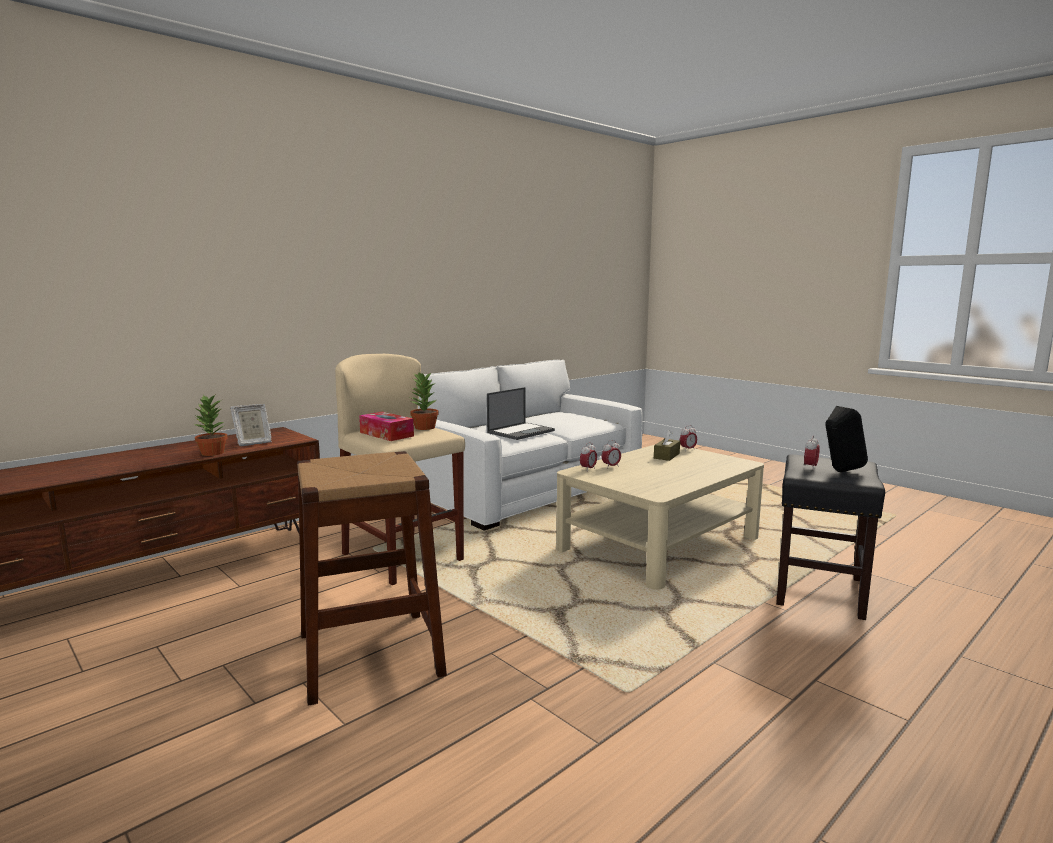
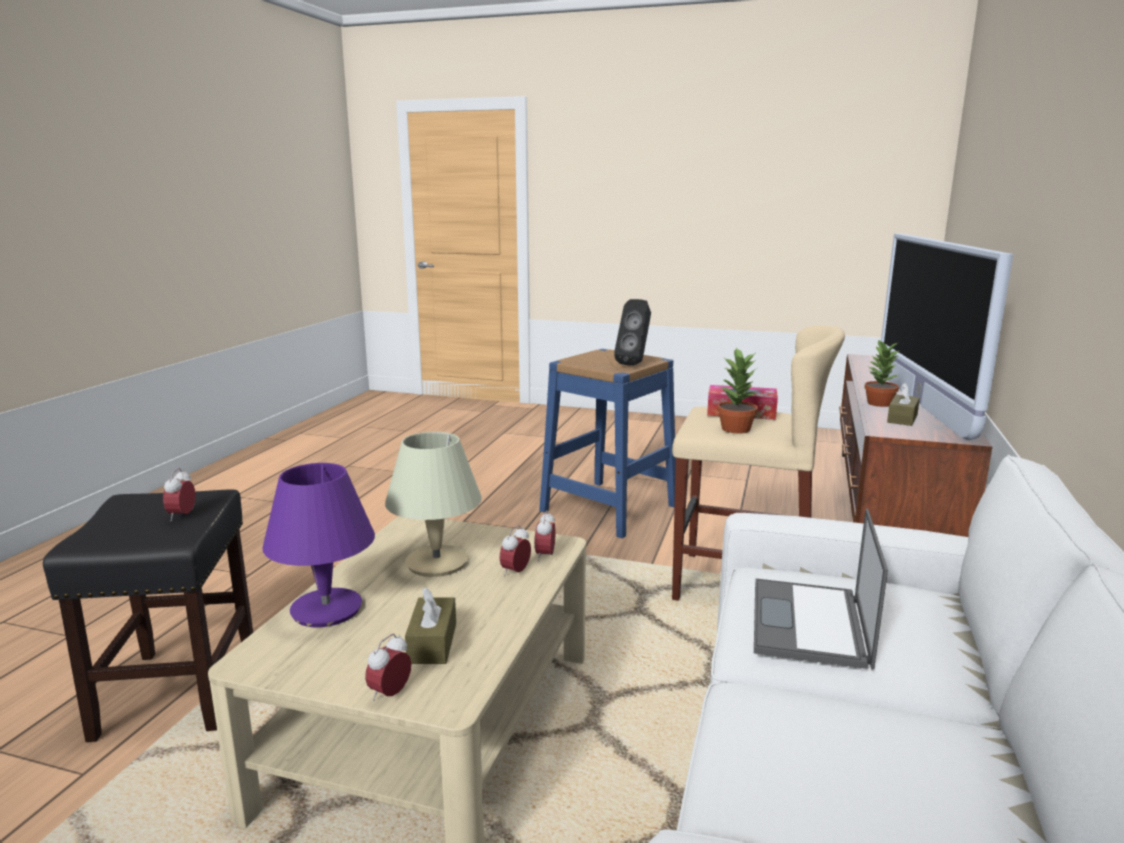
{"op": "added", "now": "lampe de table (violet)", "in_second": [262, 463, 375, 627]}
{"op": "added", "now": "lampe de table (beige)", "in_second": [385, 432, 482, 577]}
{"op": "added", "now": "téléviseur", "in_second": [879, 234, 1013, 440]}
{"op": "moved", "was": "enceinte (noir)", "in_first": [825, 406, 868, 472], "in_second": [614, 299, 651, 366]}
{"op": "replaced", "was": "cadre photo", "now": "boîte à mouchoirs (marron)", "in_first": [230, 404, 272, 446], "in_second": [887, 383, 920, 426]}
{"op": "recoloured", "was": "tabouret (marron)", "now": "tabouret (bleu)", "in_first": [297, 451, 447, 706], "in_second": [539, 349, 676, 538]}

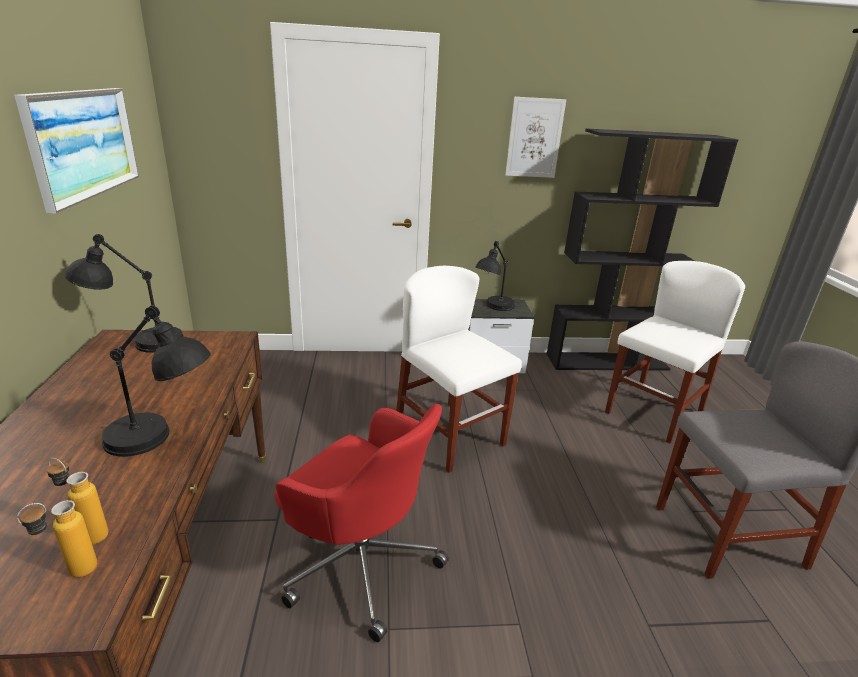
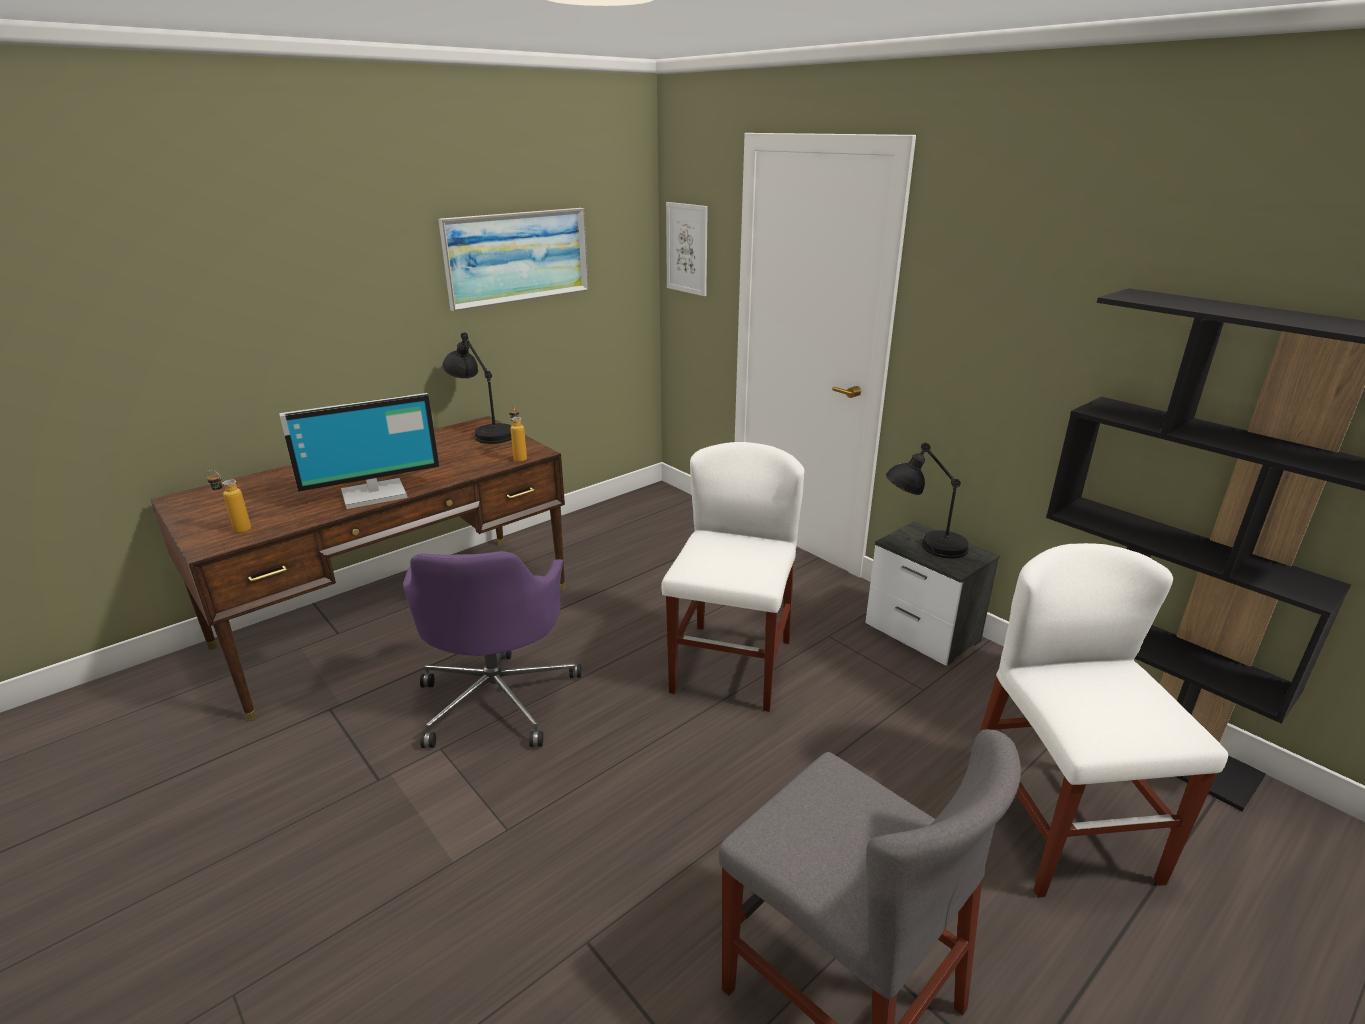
{"op": "moved", "was": "bouteille", "in_first": [47, 458, 109, 545], "in_second": [509, 405, 527, 462]}
{"op": "moved", "was": "tableau", "in_first": [505, 97, 566, 178], "in_second": [666, 202, 708, 296]}
{"op": "replaced", "was": "lampe de table (noir)", "now": "écran d'ordinateur", "in_first": [102, 306, 211, 457], "in_second": [279, 393, 440, 509]}
{"op": "recoloured", "was": "chaise de bureau (rouge)", "now": "chaise de bureau (violet)", "in_first": [275, 404, 449, 642], "in_second": [403, 551, 581, 748]}
{"op": "turned", "was": "chaise (blanc)", "in_first": [605, 261, 745, 444], "in_second": [980, 543, 1228, 898], "clockwise": -105}

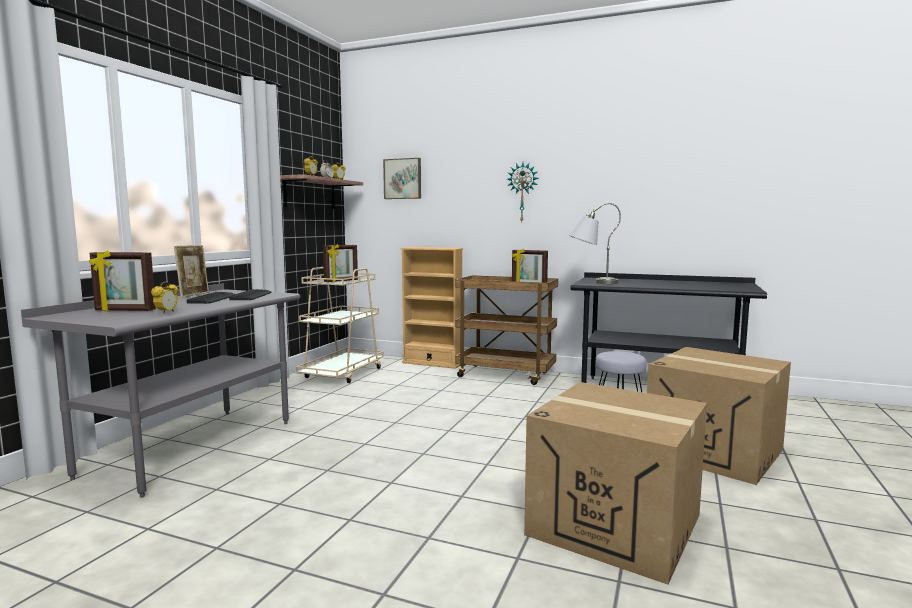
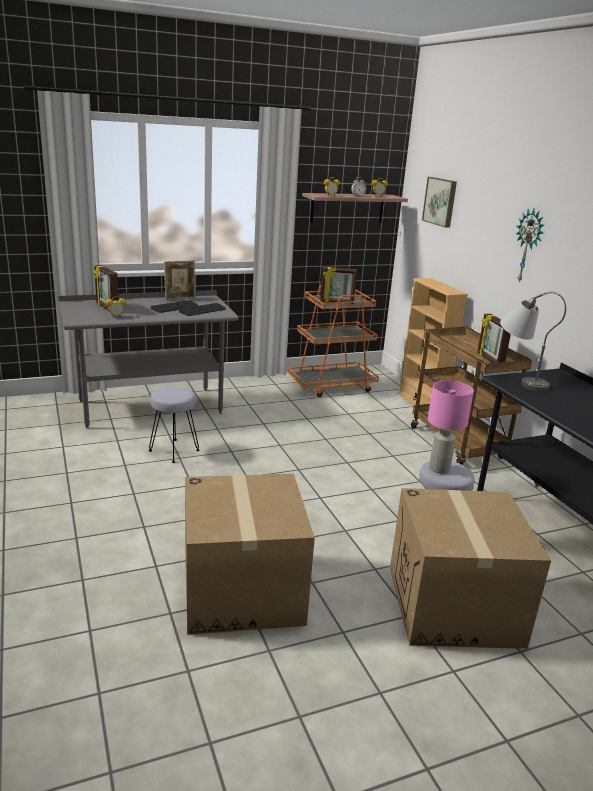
{"op": "added", "now": "tabouret (gris)", "in_second": [149, 386, 199, 463]}
{"op": "added", "now": "lampe de table (rose)", "in_second": [428, 380, 474, 474]}
{"op": "recoloured", "was": "chariot (beige)", "now": "chariot (orange)", "in_first": [296, 267, 383, 383], "in_second": [288, 285, 379, 397]}

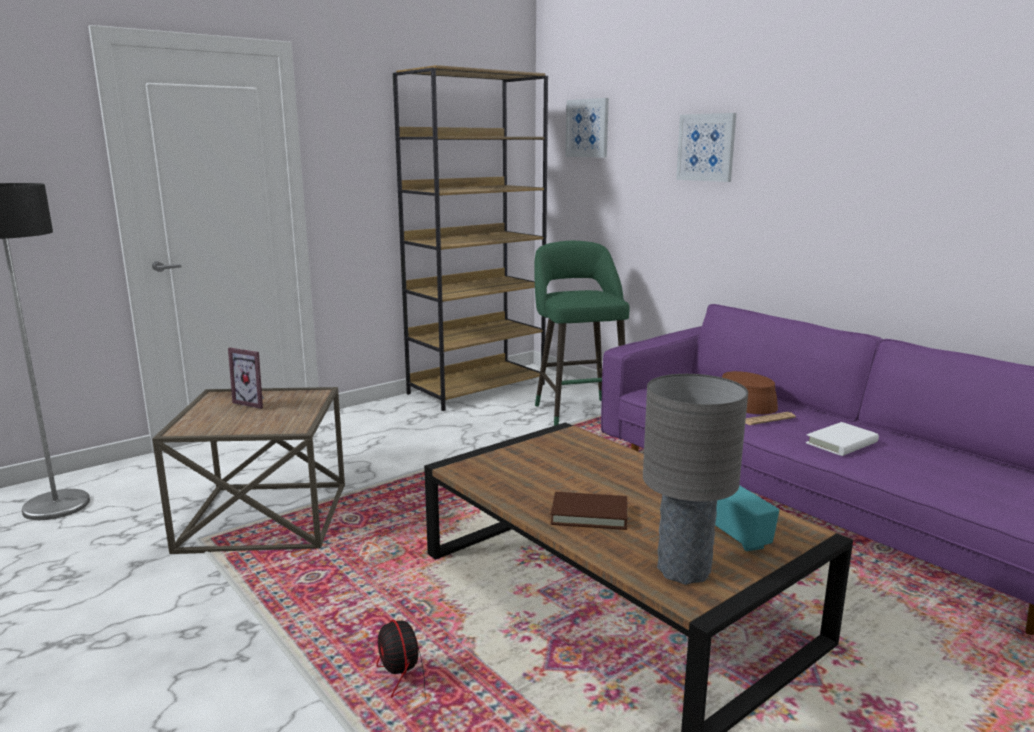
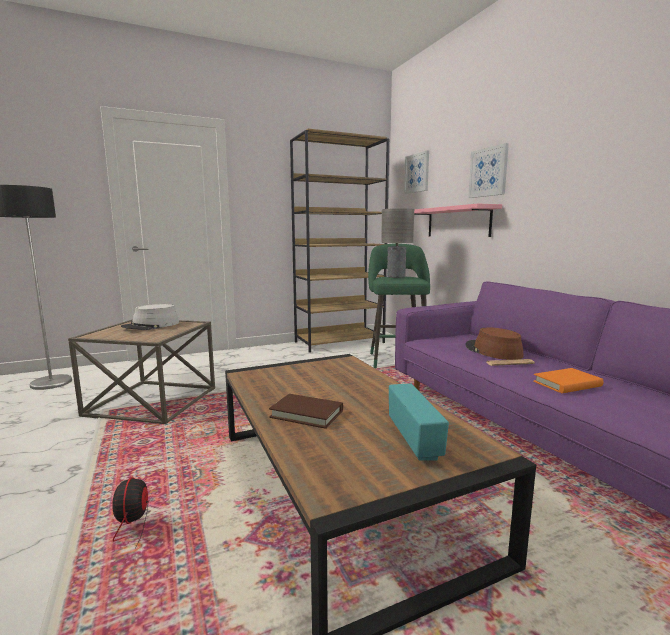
{"op": "added", "now": "étagère (rose)", "in_second": [414, 204, 502, 237]}
{"op": "moved", "was": "lampe de table (gris)", "in_first": [643, 374, 748, 585], "in_second": [381, 208, 414, 278]}
{"op": "replaced", "was": "cadre photo", "now": "chapeau (gris)", "in_first": [228, 348, 265, 409], "in_second": [121, 304, 179, 330]}
{"op": "recoloured", "was": "livre (blanc)", "now": "livre (orange)", "in_first": [806, 422, 879, 456], "in_second": [533, 368, 603, 393]}

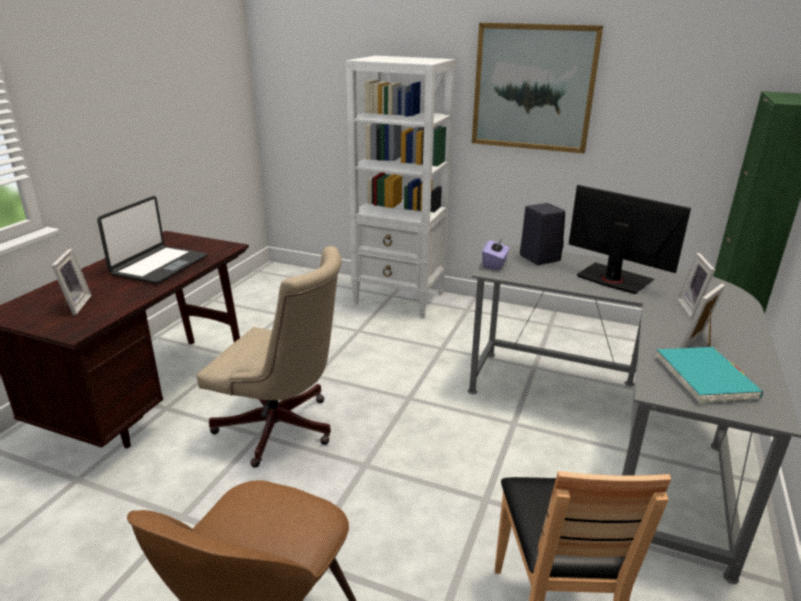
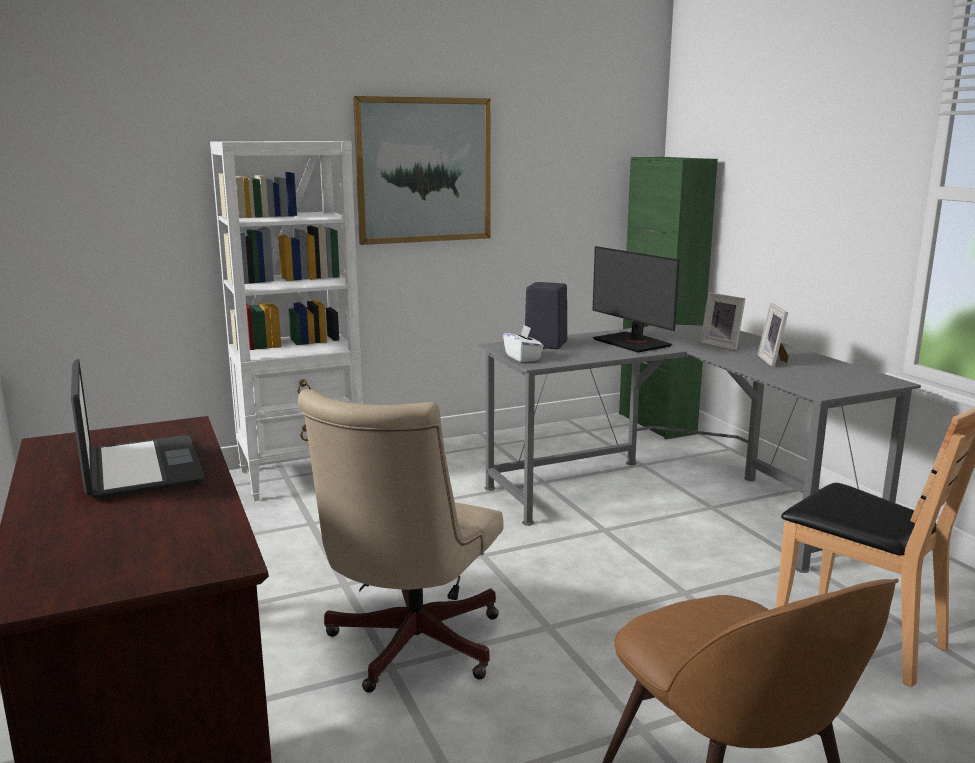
{"op": "removed", "was": "cadre photo", "in_first": [52, 248, 92, 315]}
{"op": "removed", "was": "livre (turquoise)", "in_first": [656, 347, 763, 405]}
{"op": "recoloured", "was": "boîte à mouchoirs (violet)", "now": "boîte à mouchoirs (blanc)", "in_first": [482, 239, 510, 270], "in_second": [503, 325, 544, 362]}
{"op": "turned", "was": "chaise de bureau (beige)", "in_first": [197, 246, 342, 468], "in_second": [298, 389, 503, 693], "clockwise": 135}
{"op": "turned", "was": "écran d'ordinateur", "in_first": [569, 185, 691, 294], "in_second": [593, 246, 679, 352], "clockwise": -120}

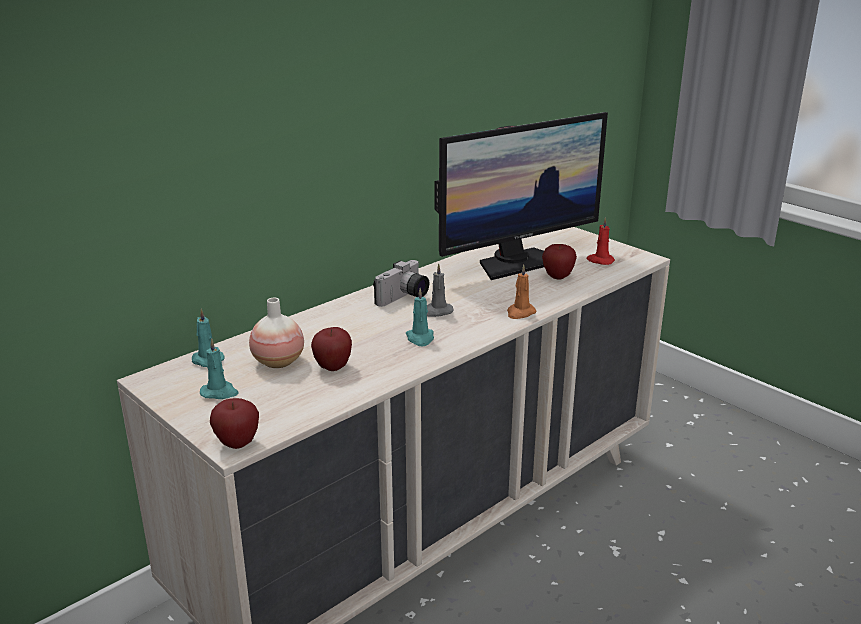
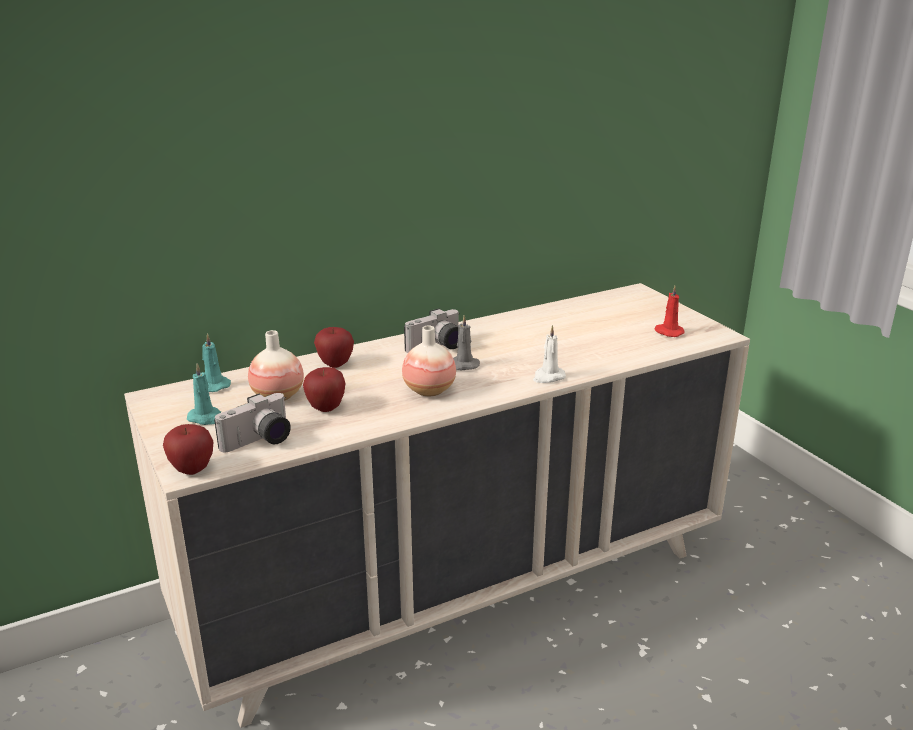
{"op": "removed", "was": "écran d'ordinateur", "in_first": [434, 112, 608, 280]}
{"op": "added", "now": "appareil photo", "in_second": [214, 393, 291, 453]}
{"op": "moved", "was": "pomme", "in_first": [542, 244, 577, 280], "in_second": [314, 327, 354, 368]}
{"op": "replaced", "was": "bougie (turquoise)", "now": "vase", "in_first": [406, 288, 434, 346], "in_second": [402, 326, 456, 397]}
{"op": "recoloured", "was": "bougie (orange)", "now": "bougie (blanc)", "in_first": [507, 265, 536, 319], "in_second": [533, 325, 566, 383]}

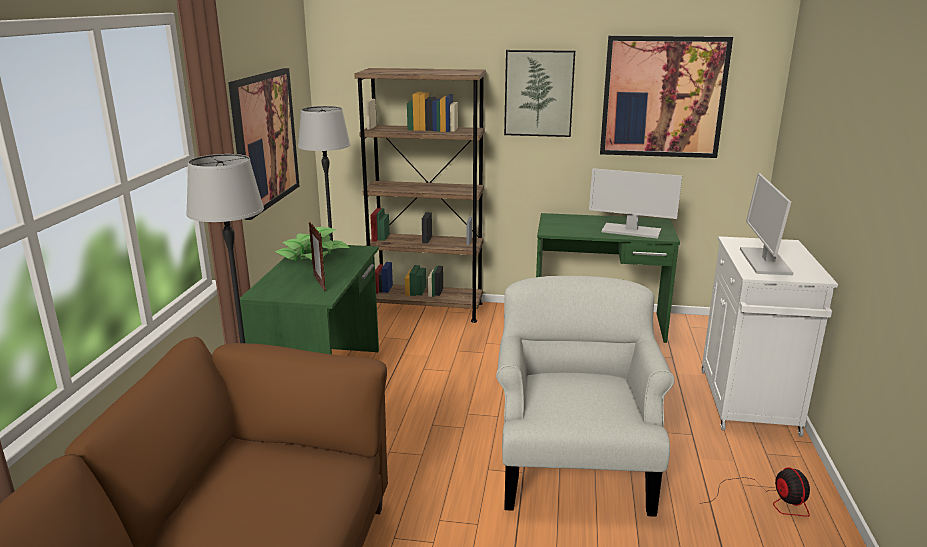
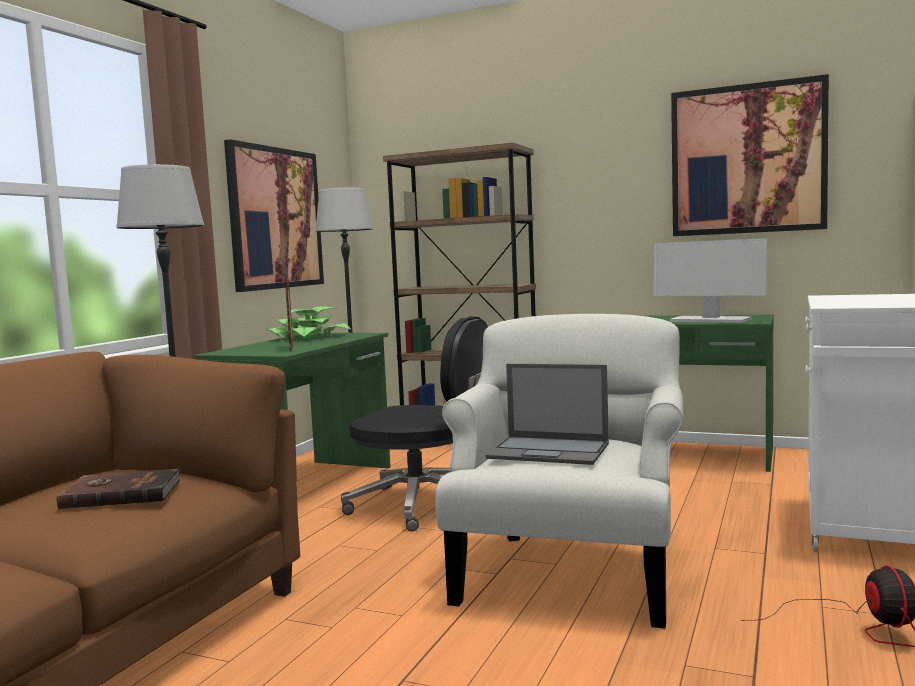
{"op": "removed", "was": "tableau", "in_first": [504, 50, 575, 137]}
{"op": "removed", "was": "écran d'ordinateur", "in_first": [740, 173, 793, 275]}
{"op": "added", "now": "livre (marron)", "in_second": [56, 469, 182, 509]}
{"op": "added", "now": "chaise de bureau (noir)", "in_second": [341, 316, 488, 531]}
{"op": "added", "now": "ordinateur portable", "in_second": [486, 364, 609, 465]}

